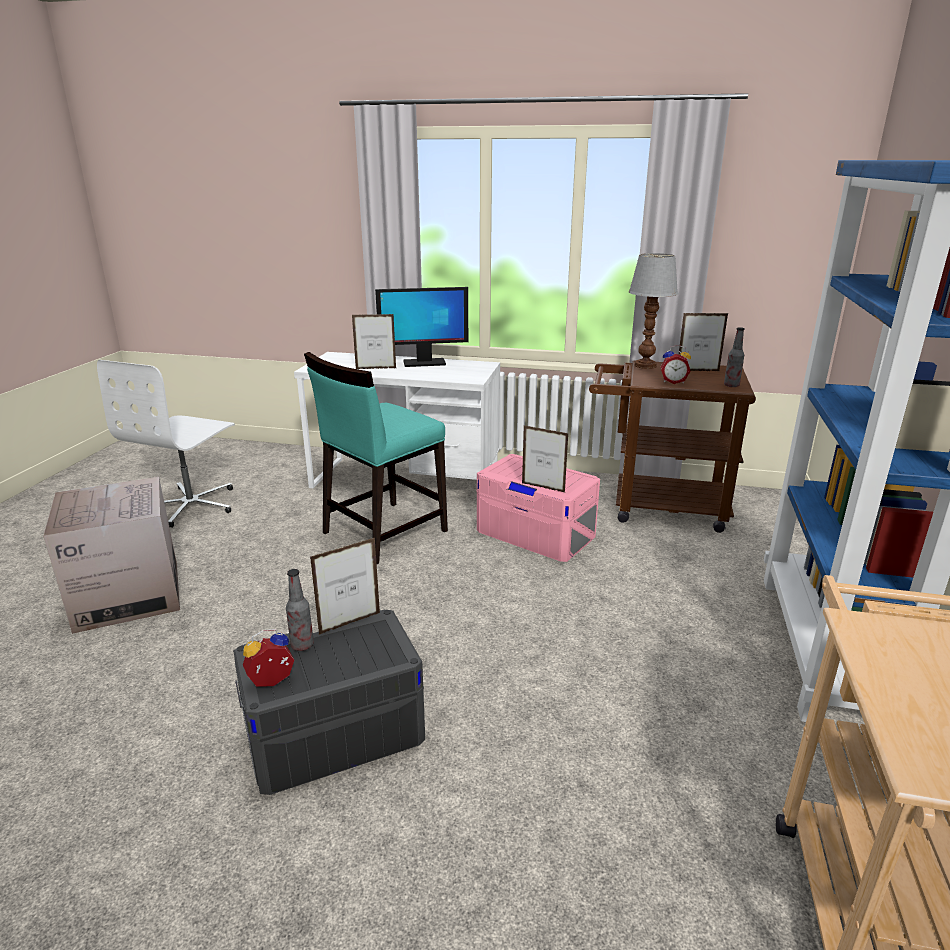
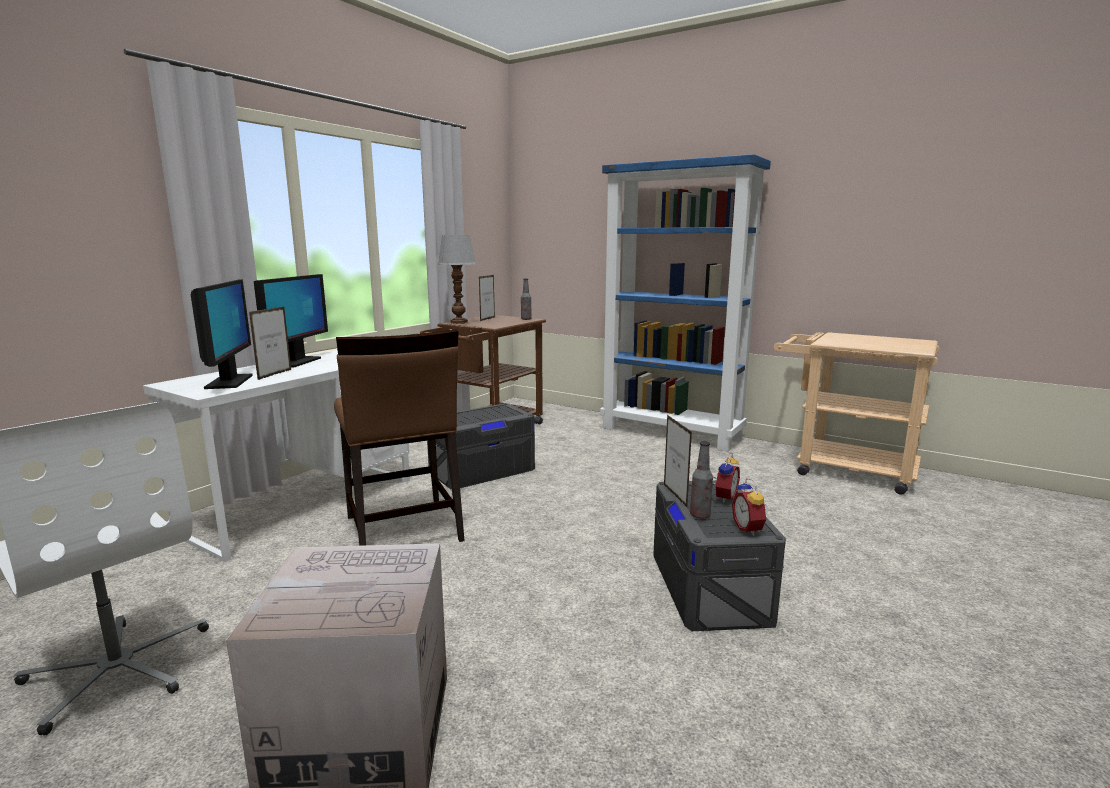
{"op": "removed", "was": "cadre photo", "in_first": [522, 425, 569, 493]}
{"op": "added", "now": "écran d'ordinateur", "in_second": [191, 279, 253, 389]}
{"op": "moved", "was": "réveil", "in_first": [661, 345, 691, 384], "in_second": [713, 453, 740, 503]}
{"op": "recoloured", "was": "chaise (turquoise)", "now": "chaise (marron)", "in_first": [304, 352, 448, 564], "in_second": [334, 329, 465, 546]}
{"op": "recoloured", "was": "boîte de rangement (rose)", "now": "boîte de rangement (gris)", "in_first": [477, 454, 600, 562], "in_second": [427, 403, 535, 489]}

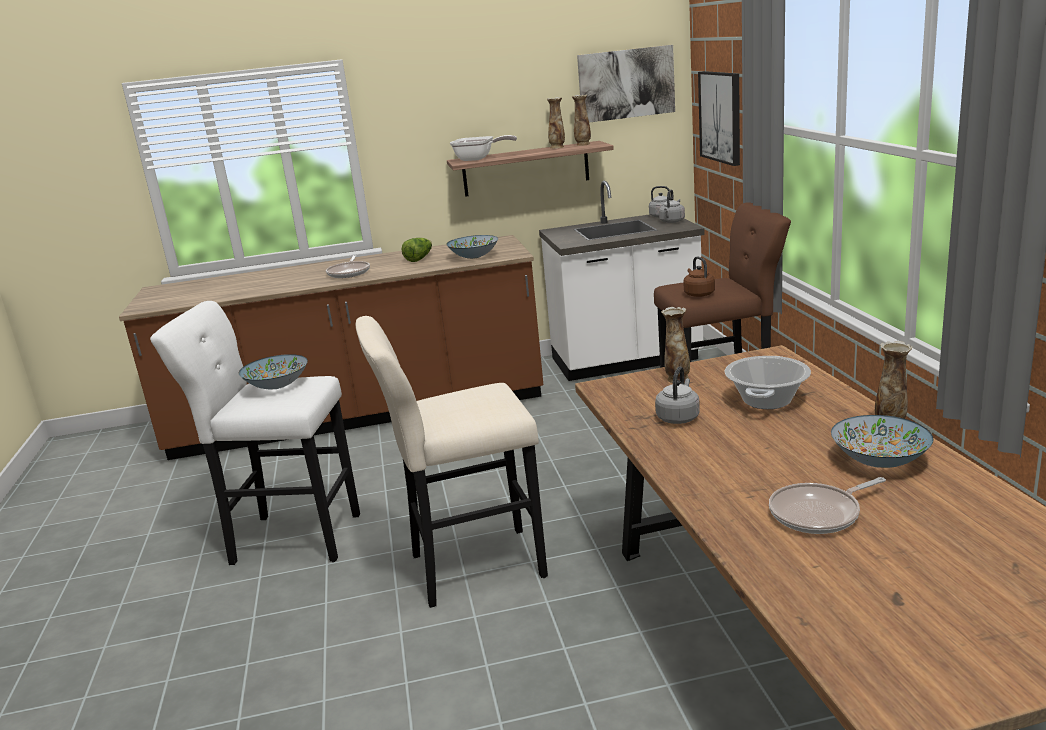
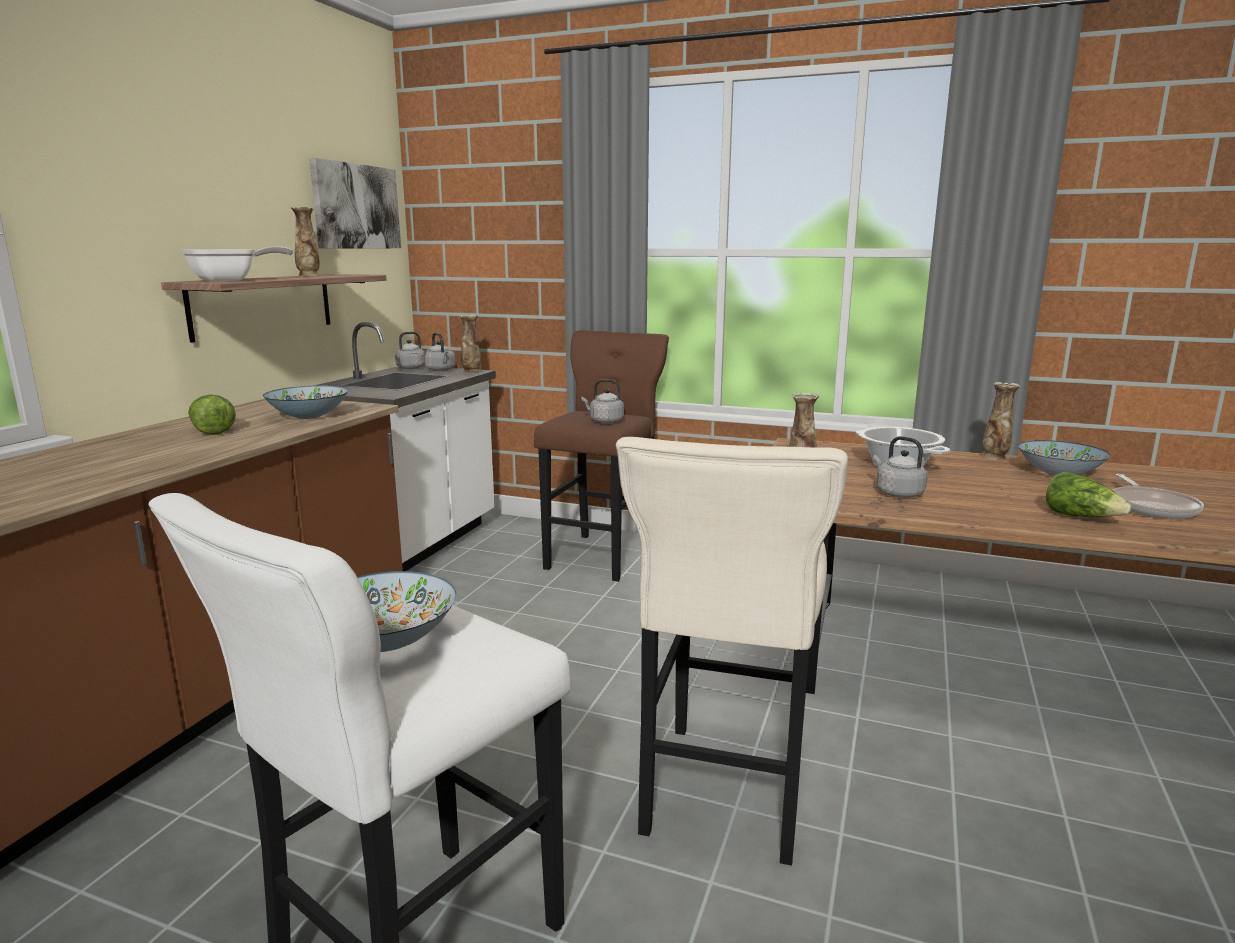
{"op": "removed", "was": "poêle", "in_first": [326, 255, 370, 278]}
{"op": "removed", "was": "tableau", "in_first": [698, 71, 740, 166]}
{"op": "added", "now": "laitue", "in_second": [1046, 471, 1131, 517]}
{"op": "moved", "was": "vase", "in_first": [572, 94, 591, 146], "in_second": [460, 315, 481, 374]}
{"op": "recoloured", "was": "bouilloire (marron)", "now": "bouilloire (gris)", "in_first": [683, 256, 715, 297], "in_second": [582, 379, 624, 423]}

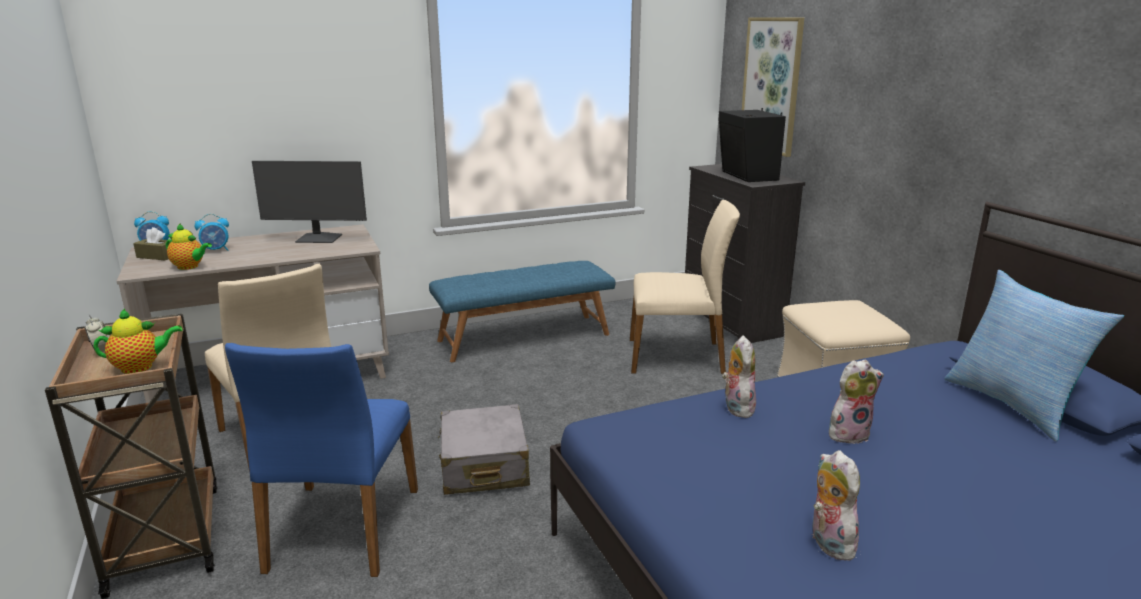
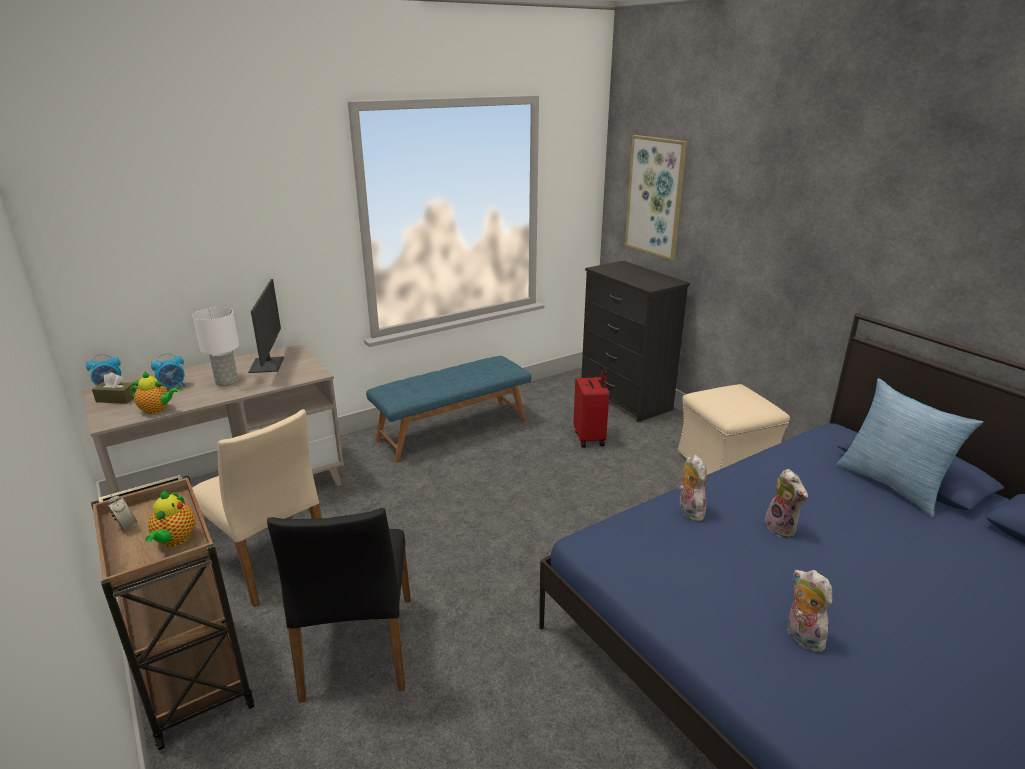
{"op": "removed", "was": "valise (gris)", "in_first": [438, 404, 530, 495]}
{"op": "removed", "was": "enceinte (noir)", "in_first": [718, 108, 786, 182]}
{"op": "added", "now": "lampe de table (blanc)", "in_second": [193, 307, 239, 386]}
{"op": "replaced", "was": "chaise (beige)", "now": "valise (rouge)", "in_first": [630, 200, 740, 374], "in_second": [573, 366, 609, 448]}
{"op": "recoloured", "was": "chaise (bleu)", "now": "chaise (noir)", "in_first": [225, 343, 418, 577], "in_second": [267, 508, 410, 703]}
{"op": "turned", "was": "théière", "in_first": [94, 309, 182, 374], "in_second": [145, 490, 195, 547], "clockwise": 120}
{"op": "turned", "was": "écran d'ordinateur", "in_first": [252, 161, 367, 243], "in_second": [248, 279, 284, 373], "clockwise": -90}
{"op": "turned", "was": "peluche", "in_first": [829, 360, 884, 444], "in_second": [765, 469, 808, 538], "clockwise": 90}

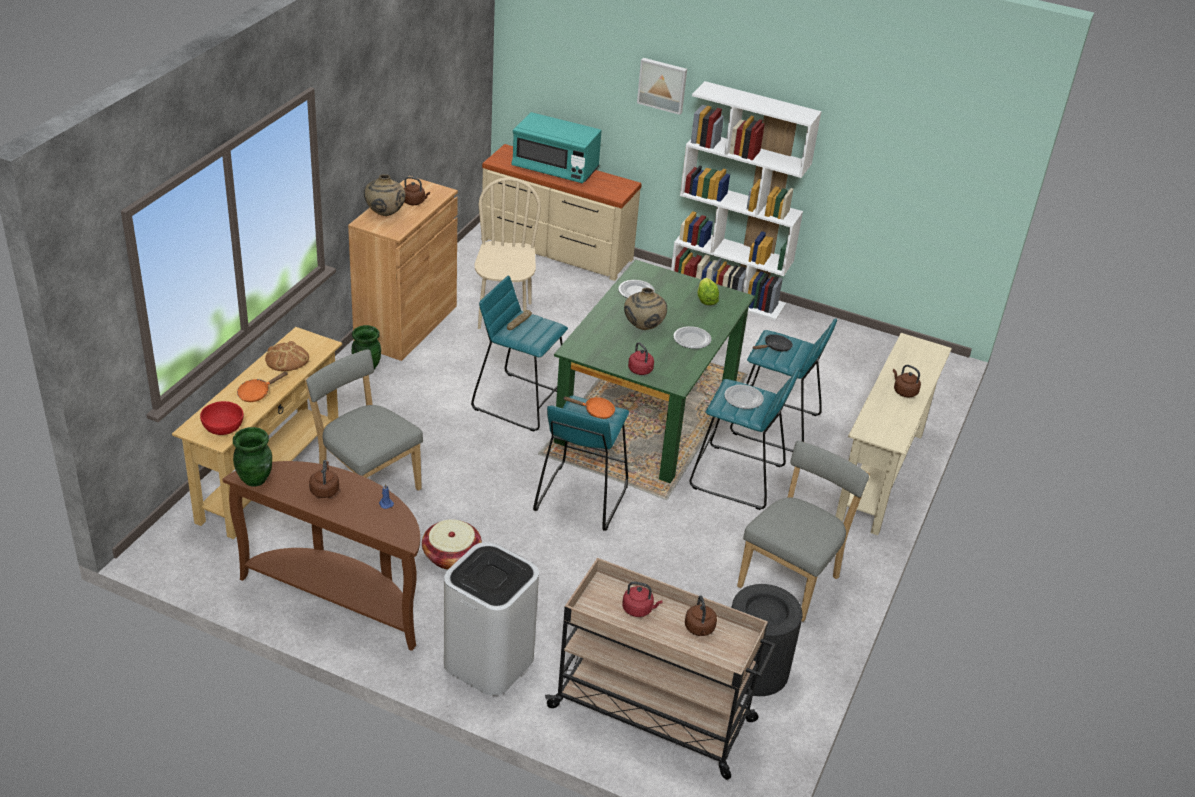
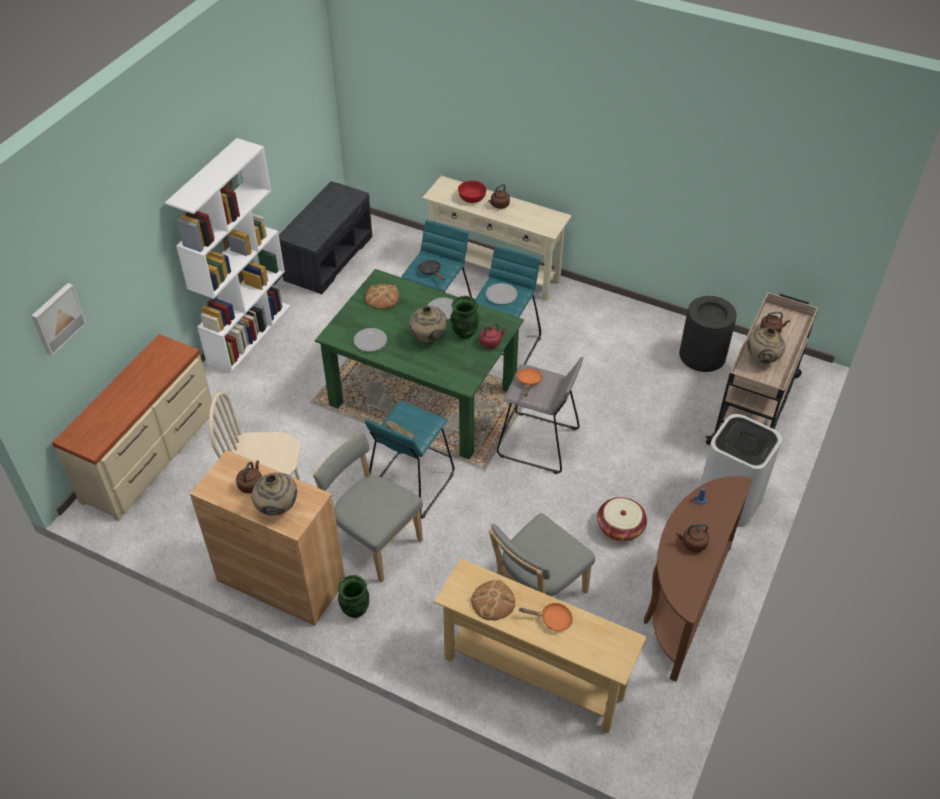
{"op": "removed", "was": "micro-ondes (turquoise)", "in_first": [512, 112, 602, 183]}
{"op": "added", "now": "banc (gris)", "in_second": [279, 181, 372, 294]}
{"op": "moved", "was": "bol (rouge)", "in_first": [200, 401, 244, 435], "in_second": [458, 180, 486, 203]}
{"op": "moved", "was": "vase (vert)", "in_first": [233, 427, 272, 487], "in_second": [451, 296, 479, 339]}
{"op": "moved", "was": "tableau", "in_first": [637, 58, 687, 115], "in_second": [31, 283, 87, 356]}
{"op": "moved", "was": "chaise (gris)", "in_first": [737, 441, 870, 622], "in_second": [313, 433, 423, 583]}
{"op": "replaced", "was": "bouilloire (rouge)", "now": "vase (beige)", "in_first": [622, 581, 663, 617], "in_second": [747, 327, 786, 364]}
{"op": "replaced", "was": "laitue", "now": "pain", "in_first": [698, 278, 719, 305], "in_second": [365, 284, 399, 309]}
{"op": "recoloured", "was": "tabouret (turquoise)", "now": "tabouret (gris)", "in_first": [533, 396, 629, 531], "in_second": [497, 356, 583, 474]}
{"op": "turned", "was": "poêle (orange)", "in_first": [237, 372, 287, 402], "in_second": [518, 603, 573, 631], "clockwise": -45}

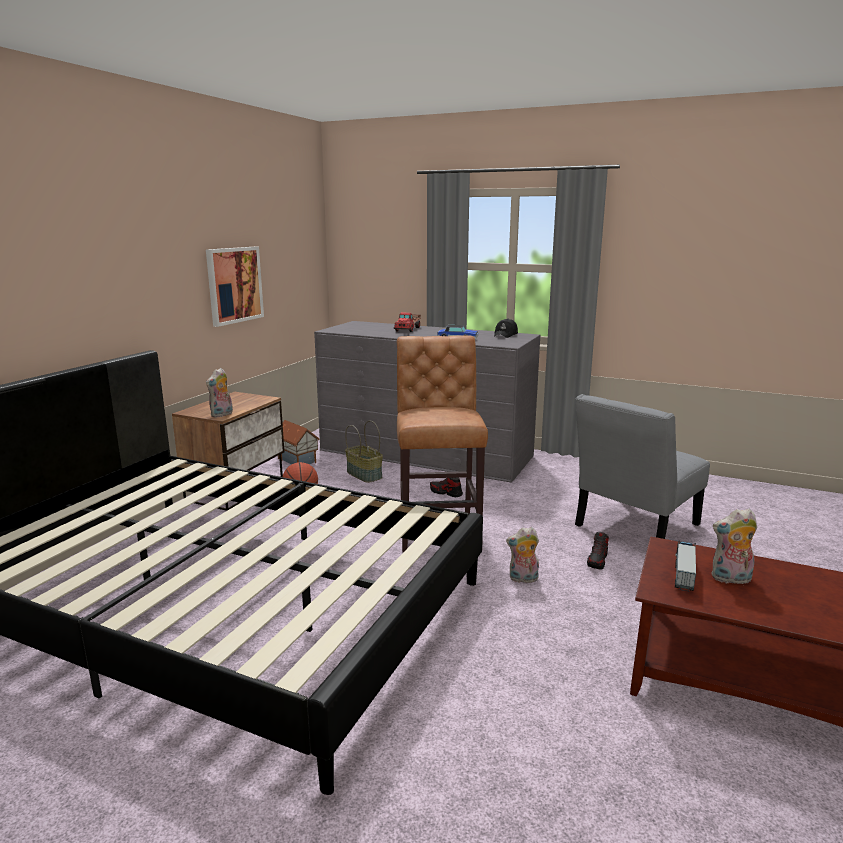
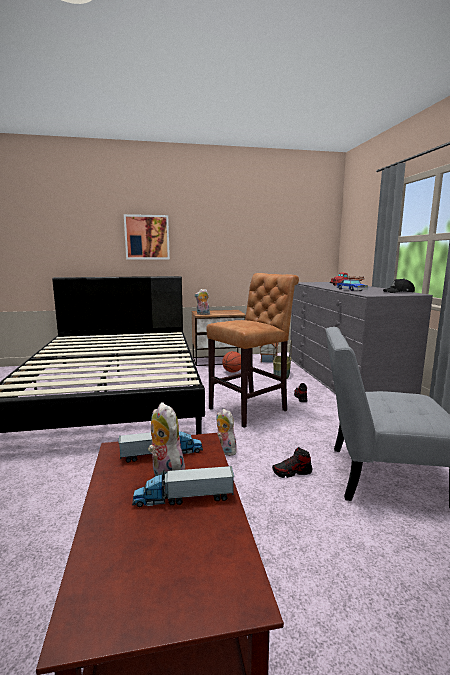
{"op": "added", "now": "camion jouet", "in_second": [132, 466, 234, 507]}
{"op": "moved", "was": "tableau", "in_first": [206, 247, 264, 327], "in_second": [124, 214, 170, 260]}

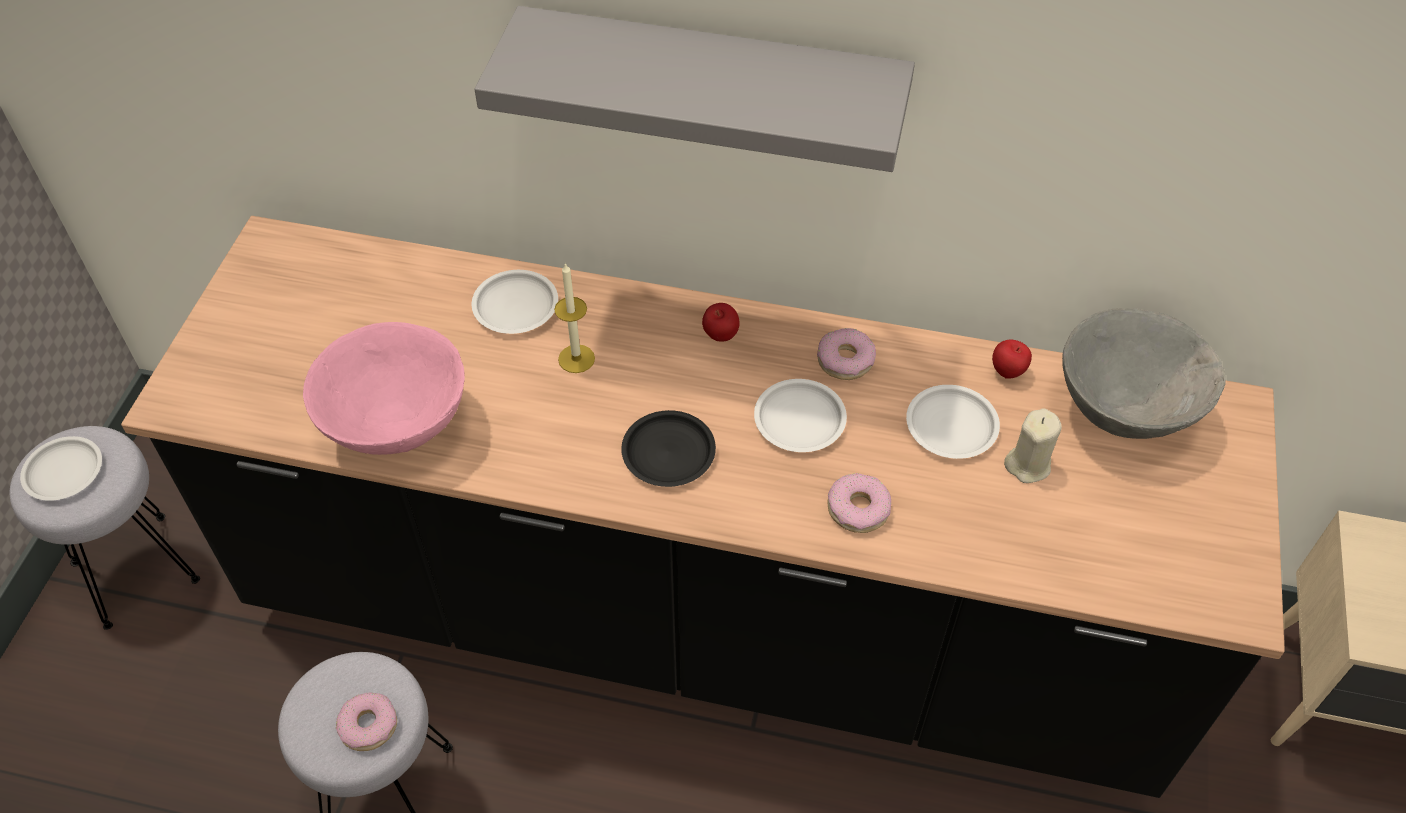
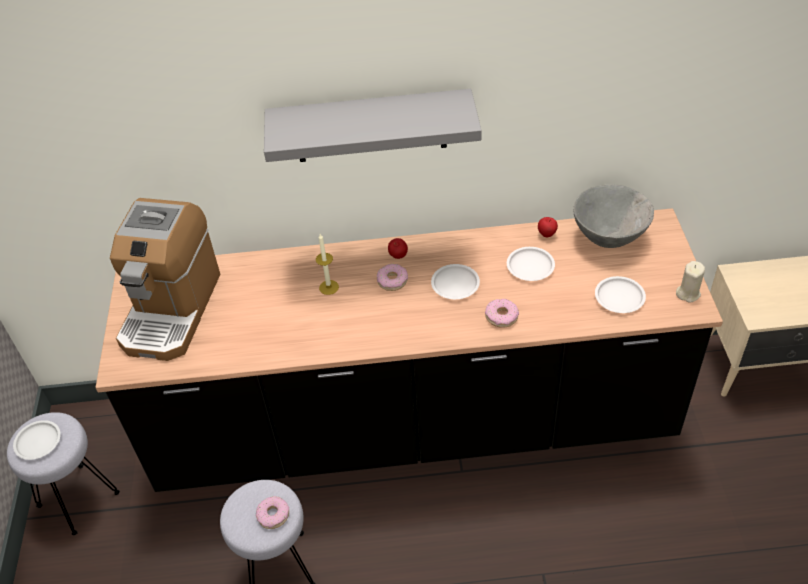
{"op": "removed", "was": "bol (rose)", "in_first": [303, 322, 465, 455]}
{"op": "removed", "was": "assiette (noir)", "in_first": [621, 410, 716, 487]}
{"op": "added", "now": "machine à café", "in_second": [110, 198, 220, 361]}
{"op": "moved", "was": "assiette (blanc)", "in_first": [472, 270, 558, 334], "in_second": [595, 276, 646, 313]}
{"op": "moved", "was": "beignet", "in_first": [817, 328, 876, 380], "in_second": [377, 264, 408, 291]}
{"op": "moved", "was": "bougie (beige)", "in_first": [1004, 408, 1062, 483], "in_second": [676, 261, 705, 303]}

